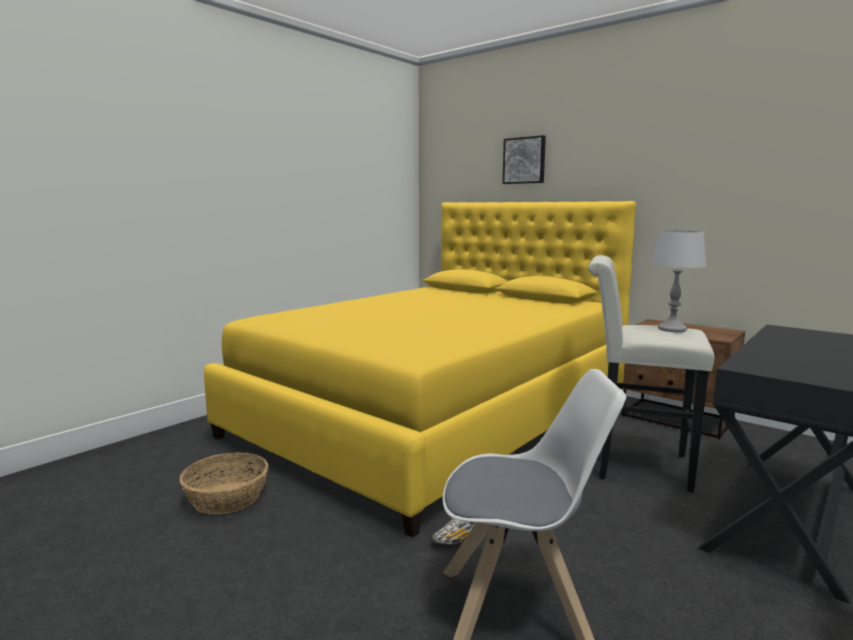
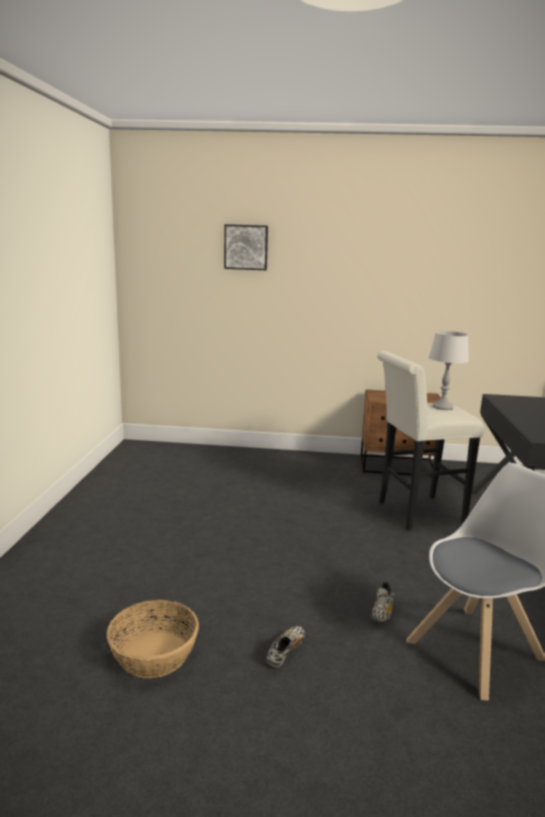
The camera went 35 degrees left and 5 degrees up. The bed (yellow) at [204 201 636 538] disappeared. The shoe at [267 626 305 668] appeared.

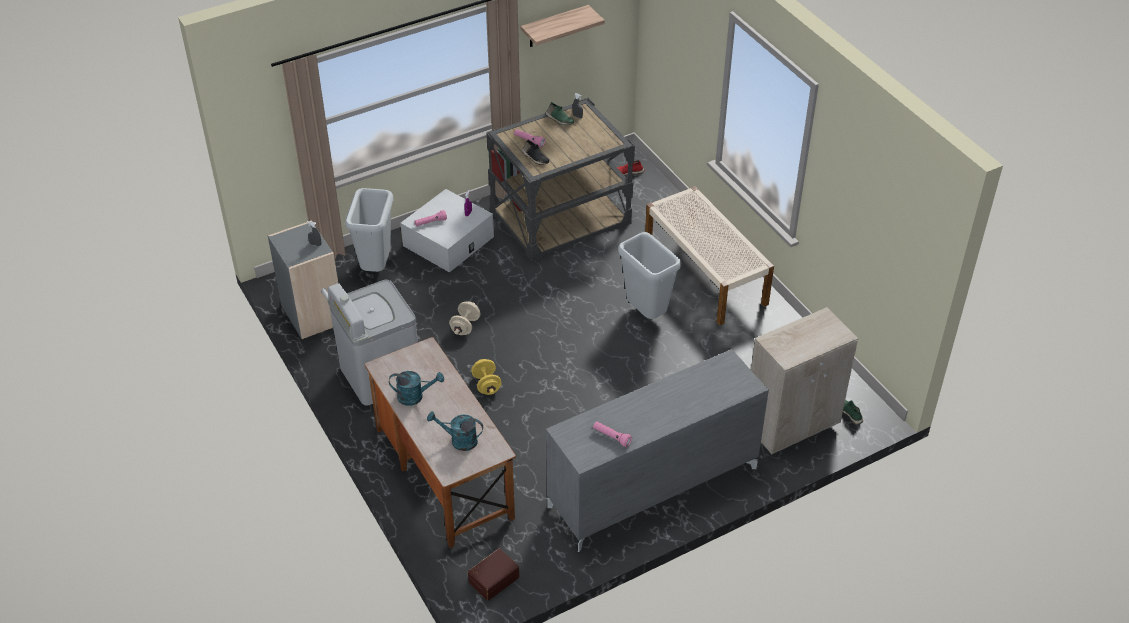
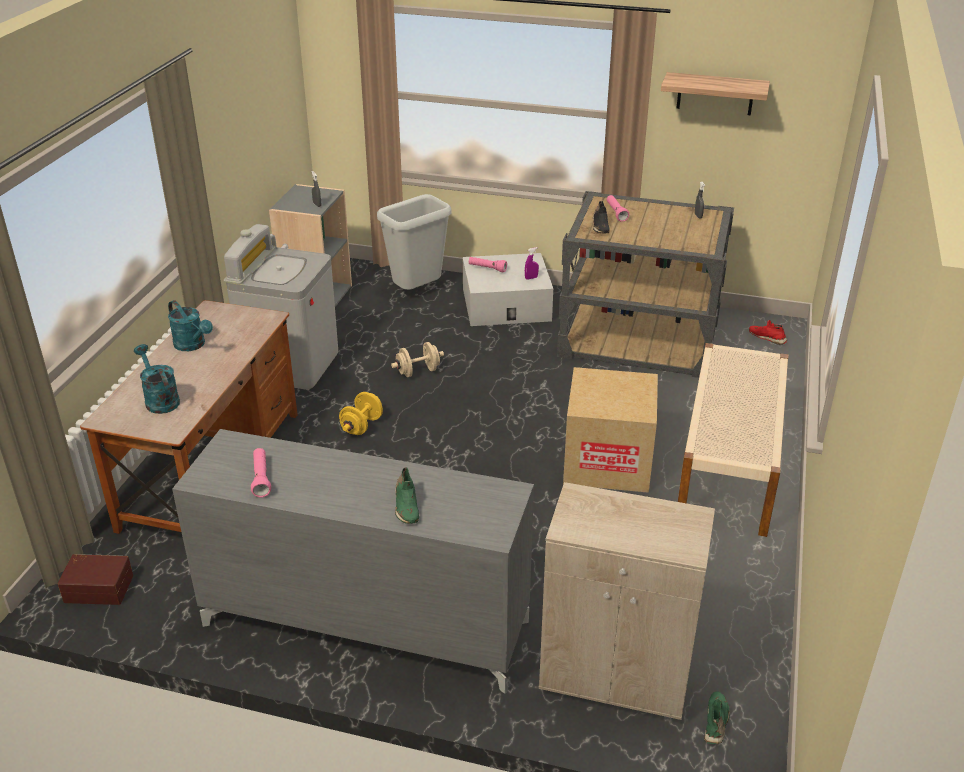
The camera went 45 degrees right and 10 degrees down. The shoe (greenish) moved from [545 102 574 125] to [395 467 419 524]. The waste bin (gray) at [618 232 681 319] was replaced by the packing box at [563 367 658 493].

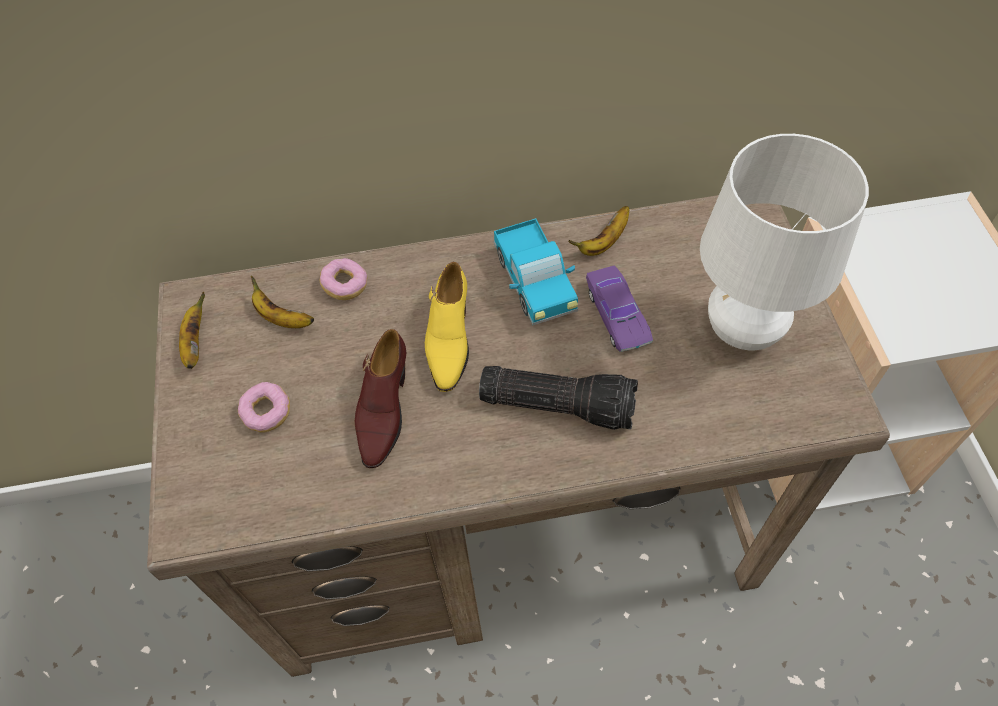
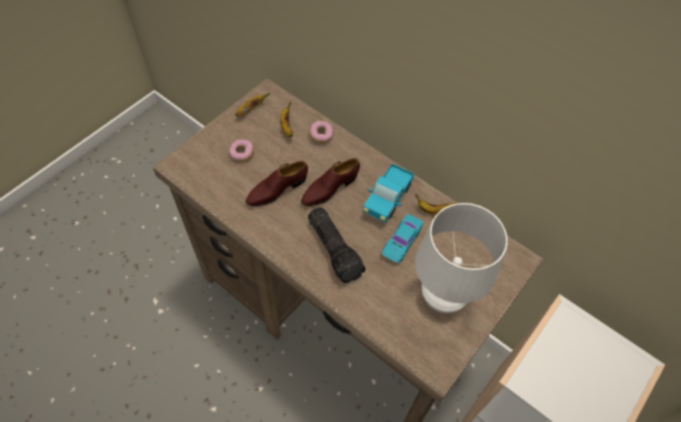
The camera went 45 degrees right and 0 degrees up. The shoe (yellow) at [425 262 469 392] became the shoe (brown-coloured) at [301 158 360 206]. The miniature car (purplish) at [586 266 653 352] became the miniature car (turquoise) at [381 214 423 263].

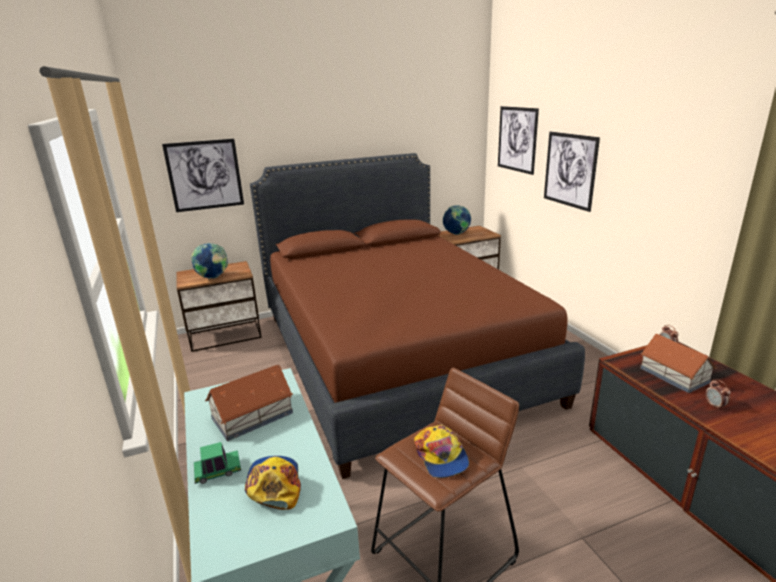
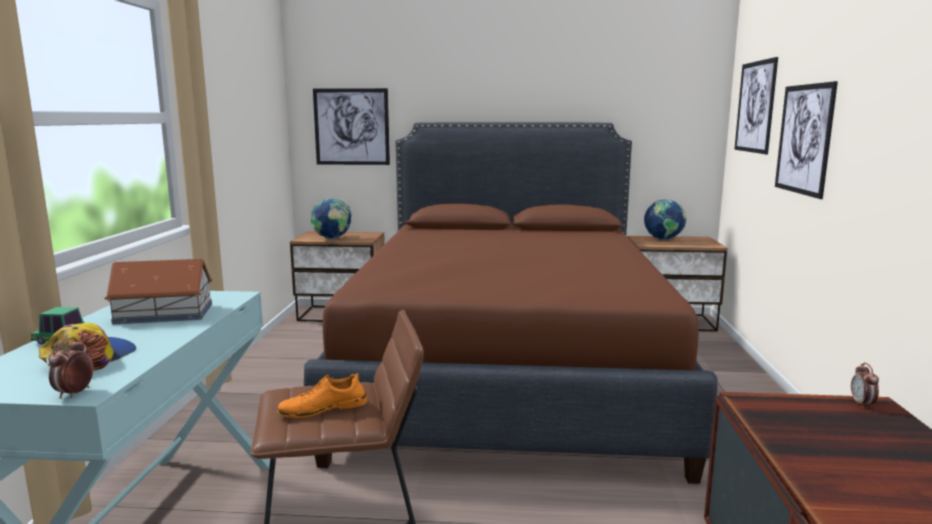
The camera went 25 degrees right and 10 degrees down. The cap at [414 425 469 478] was replaced by the shoe (orangey) at [277 373 367 418]. The miniature house at [640 334 717 393] disappeared. The bedside clock moved from [705 379 731 410] to [48 337 93 399].

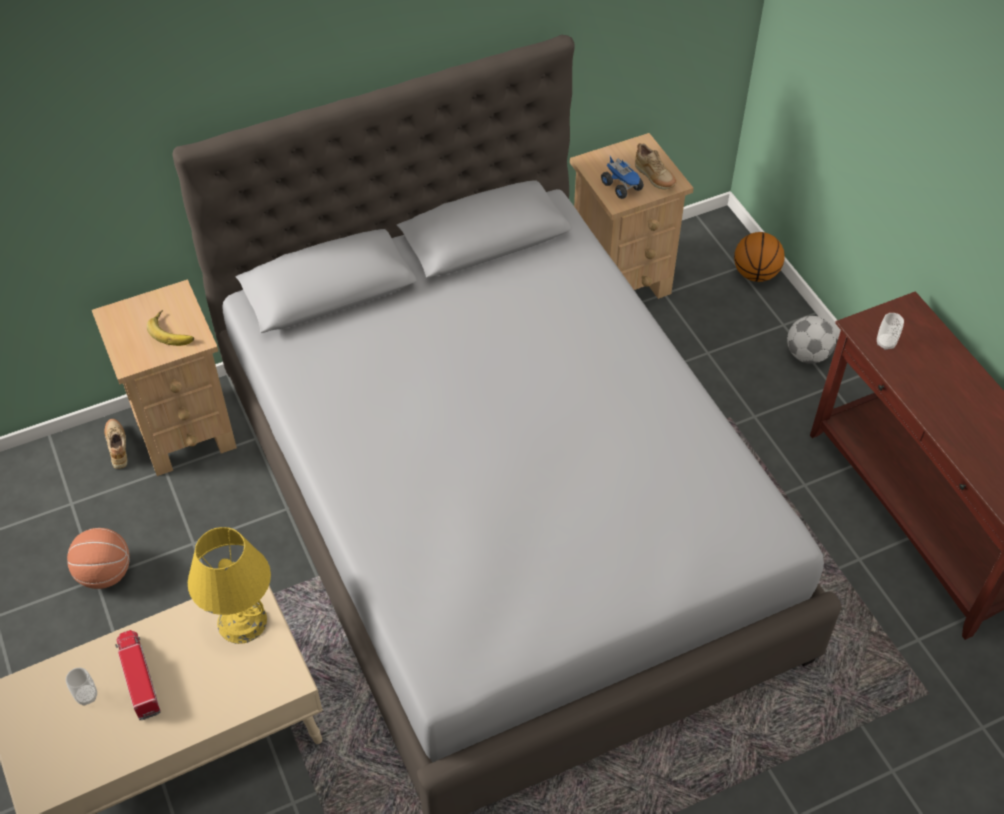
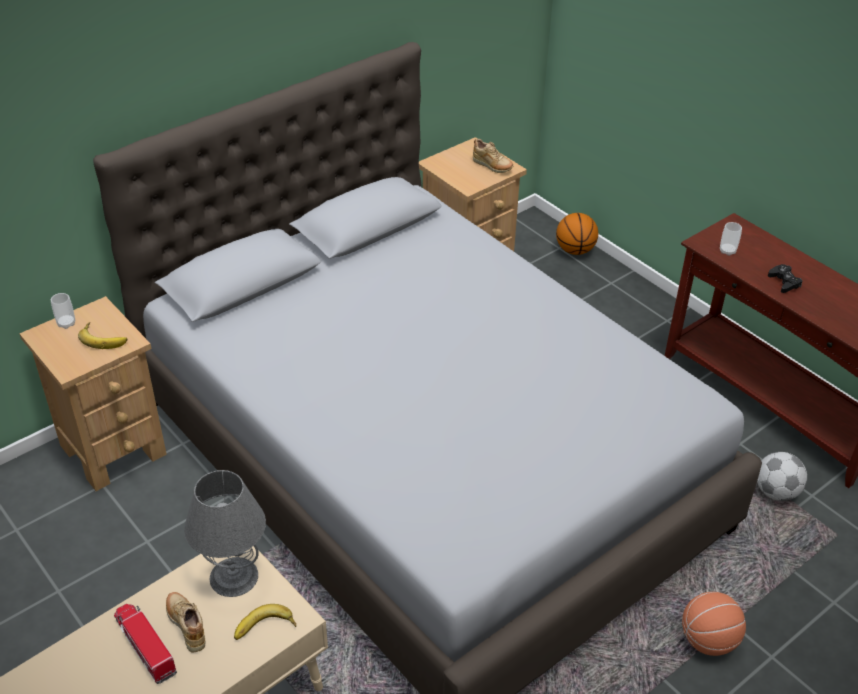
The camera went 15 degrees left and 10 degrees down. The cup moved from [66 668 97 706] to [51 293 75 329]. The ball for basketball moved from [67 528 130 589] to [682 592 746 656]. The shoe (sand-coloured) moved from [104 419 127 469] to [166 592 205 653]. The lamp for a table (yellow) at [188 527 271 644] became the lamp for a table (gray) at [184 470 266 597]. The toy lorry at [601 156 644 199] disappeared. The football ball moved from [787 316 836 364] to [757 452 807 501]. The banana fruit at [234 604 296 640] appeared. The joypad (black-coloured) at [768 264 803 293] appeared.

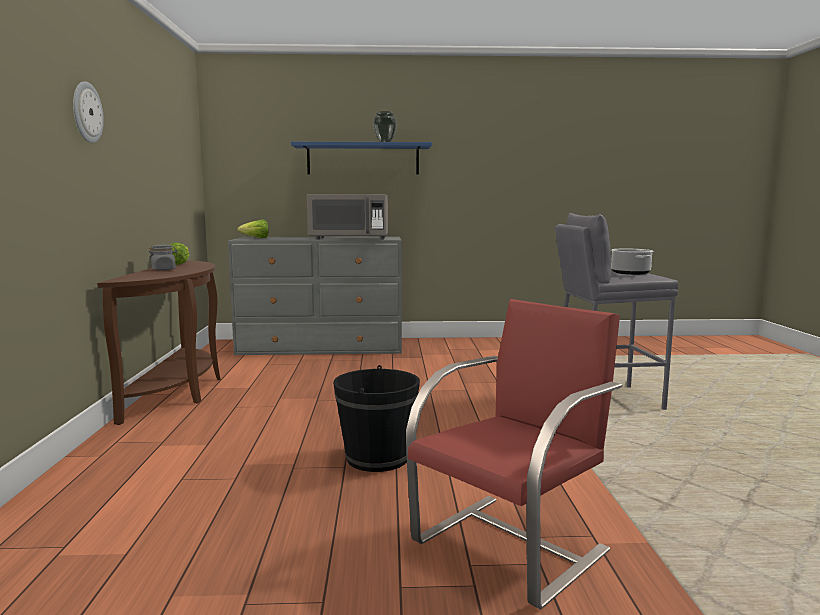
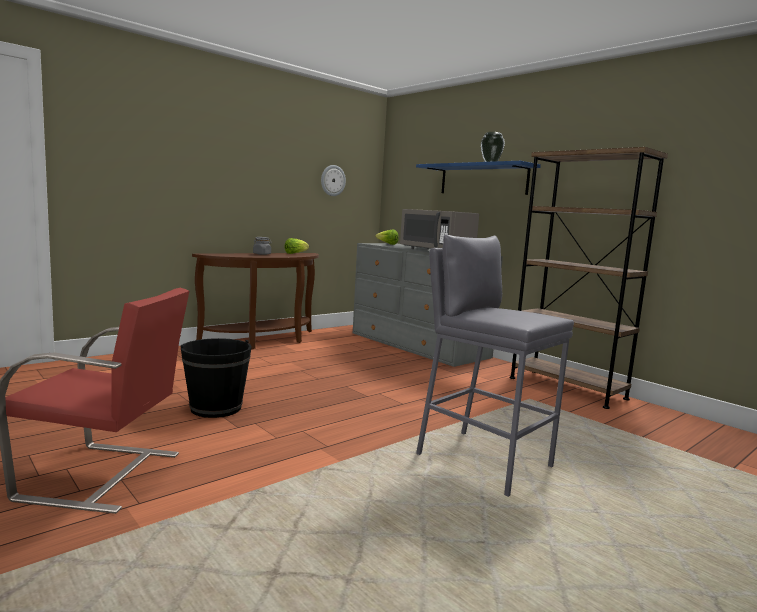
The camera went 50 degrees right and 0 degrees up. The clock on the wall moved from [73 81 104 143] to [321 165 346 196]. The saucepot at [611 249 653 275] disappeared. The bookcase (brown-coloured) at [509 147 668 409] appeared.

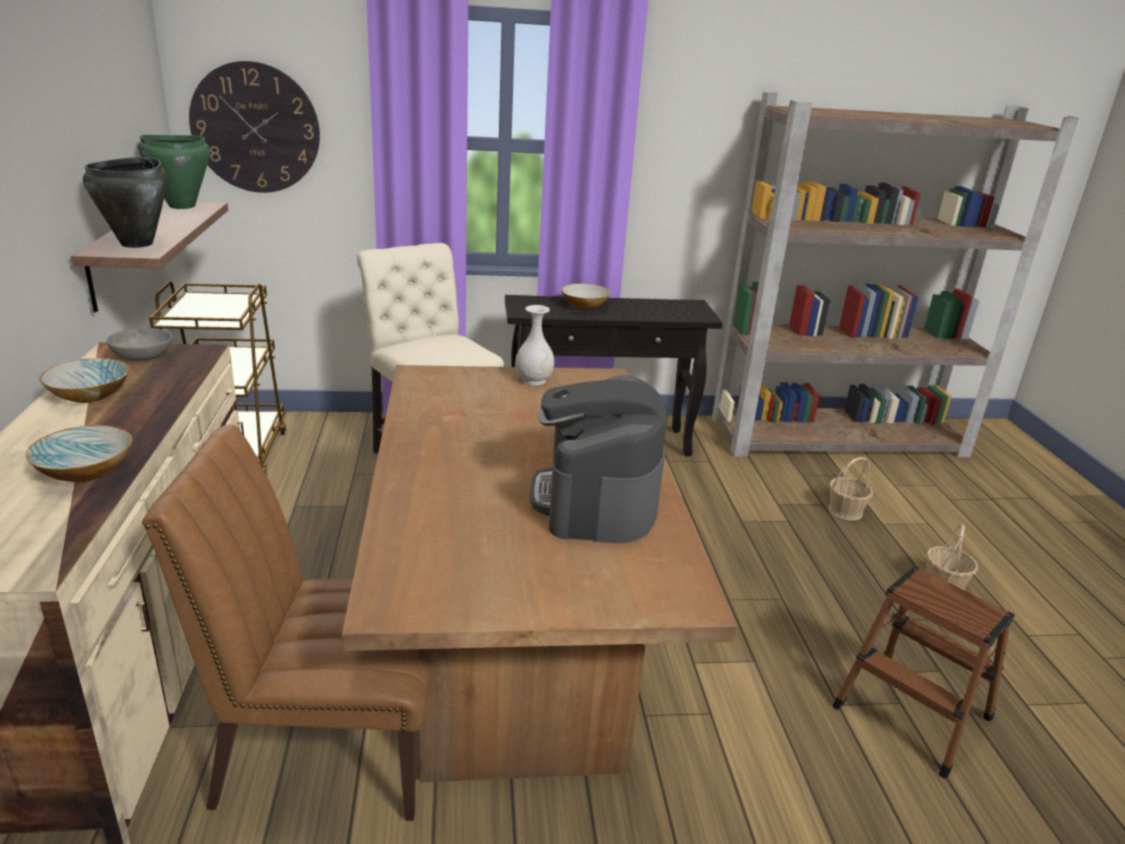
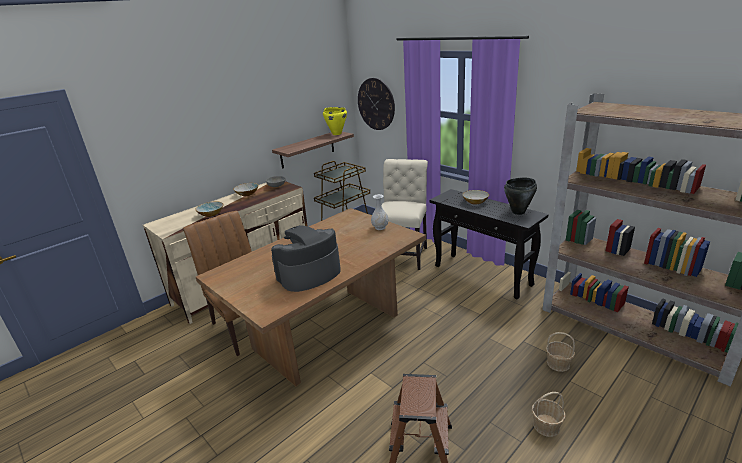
The camera went 55 degrees right and 0 degrees up. The saucepot (black-coloured) moved from [83 157 167 248] to [504 178 537 215]. The saucepot (greenish) at [138 135 210 209] became the saucepot (yellow) at [323 107 347 135].

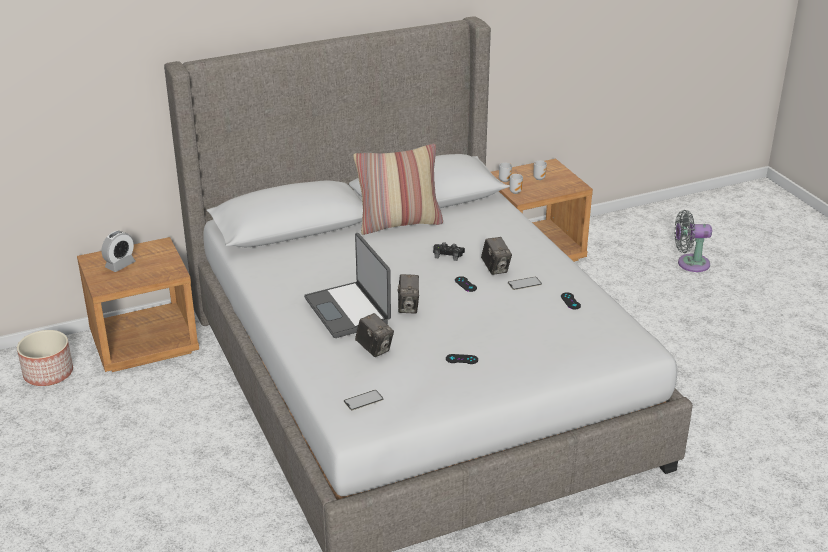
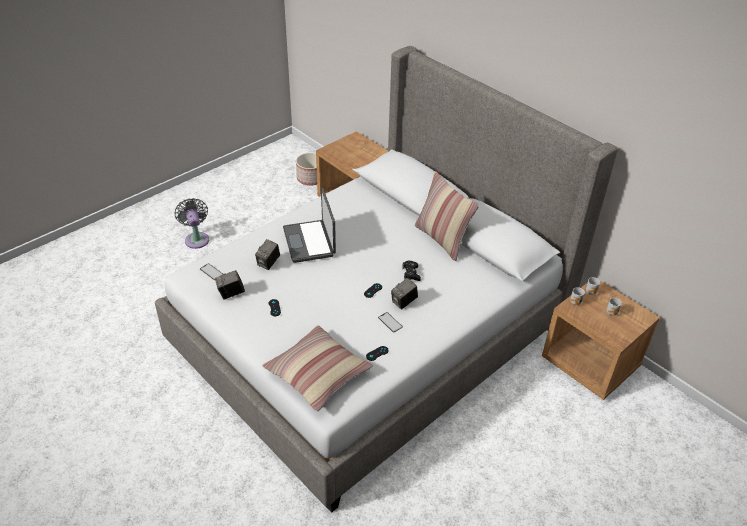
The camera went 70 degrees right and 10 degrees up. The bedside clock at [101 231 136 272] disappeared. The laptop at [304 233 391 338] turned 60 degrees counterclockwise. The photo camera moved from [397 274 419 314] to [215 270 245 300]. The electric fan (gray) moved from [675 210 712 272] to [175 198 209 249]. The pillow at [262 325 373 412] appeared.

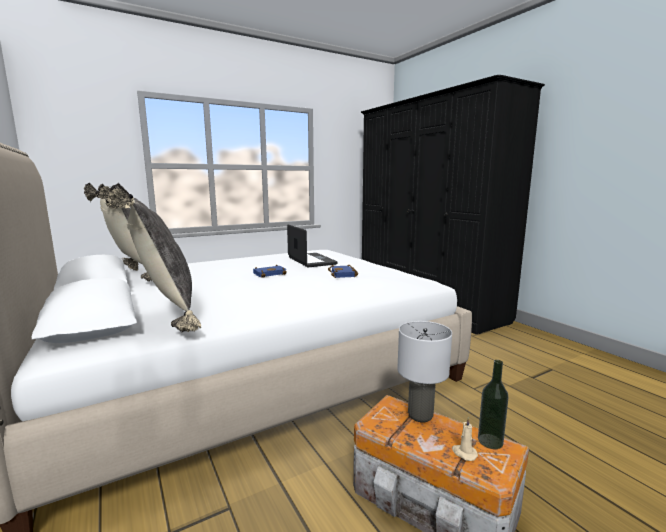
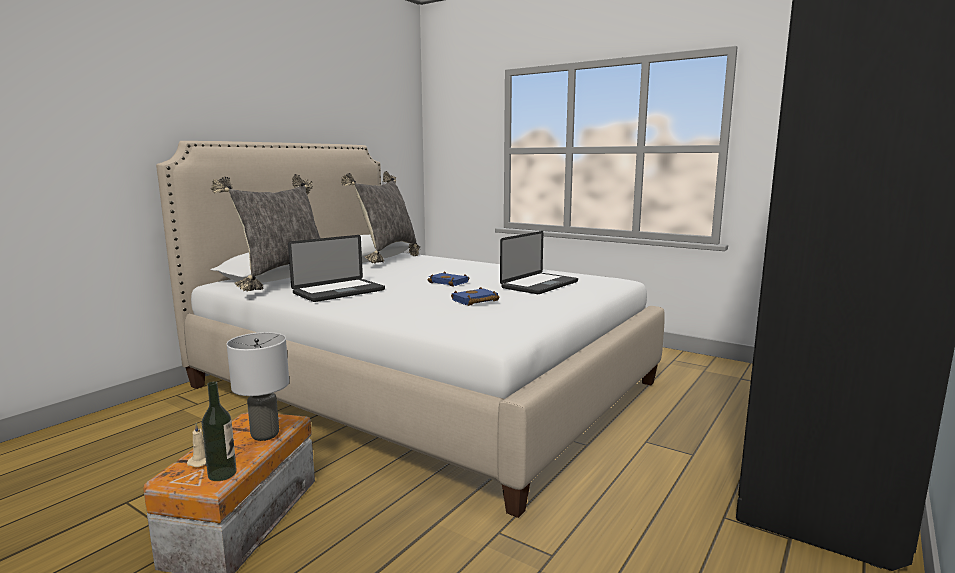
The camera went 65 degrees right and 0 degrees up. The laptop at [288 235 385 302] appeared.

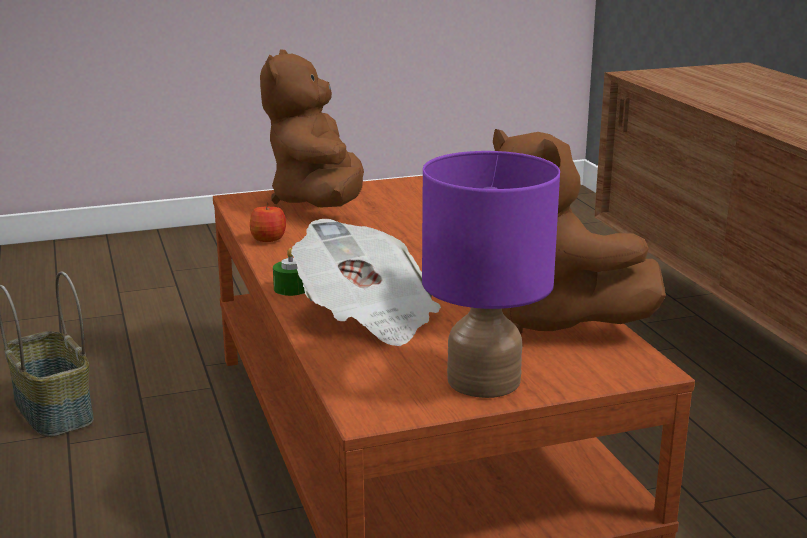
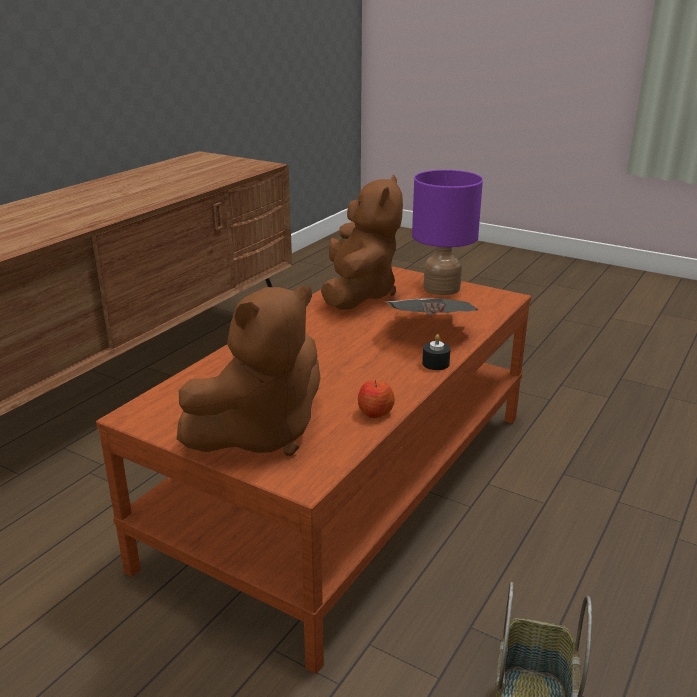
The camera went 130 degrees left and 5 degrees up. The wax light (greenish) at [273 248 305 296] became the wax light (black-coloured) at [422 334 451 370].

